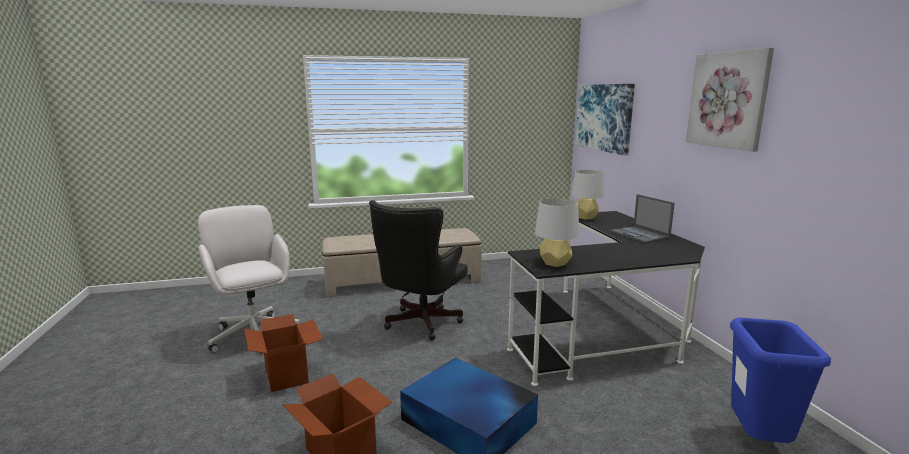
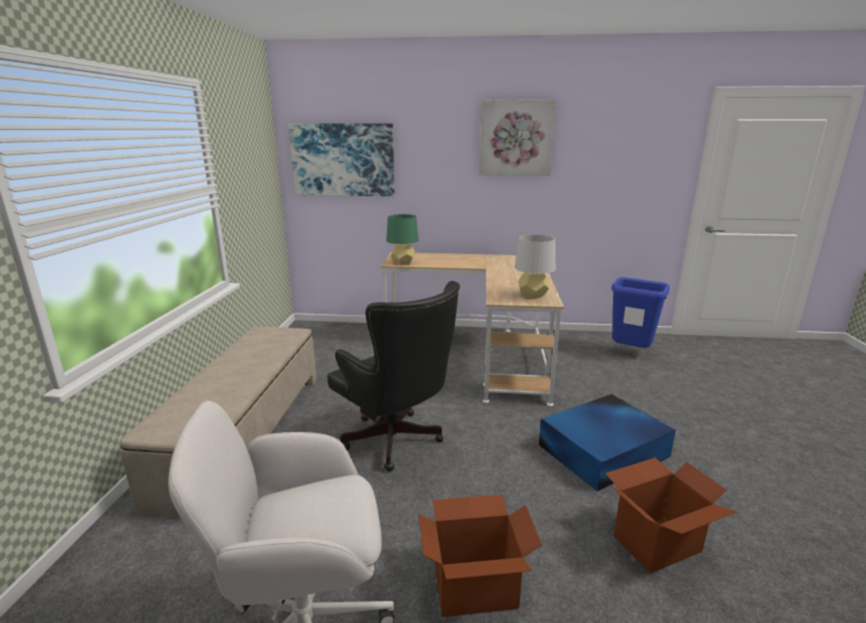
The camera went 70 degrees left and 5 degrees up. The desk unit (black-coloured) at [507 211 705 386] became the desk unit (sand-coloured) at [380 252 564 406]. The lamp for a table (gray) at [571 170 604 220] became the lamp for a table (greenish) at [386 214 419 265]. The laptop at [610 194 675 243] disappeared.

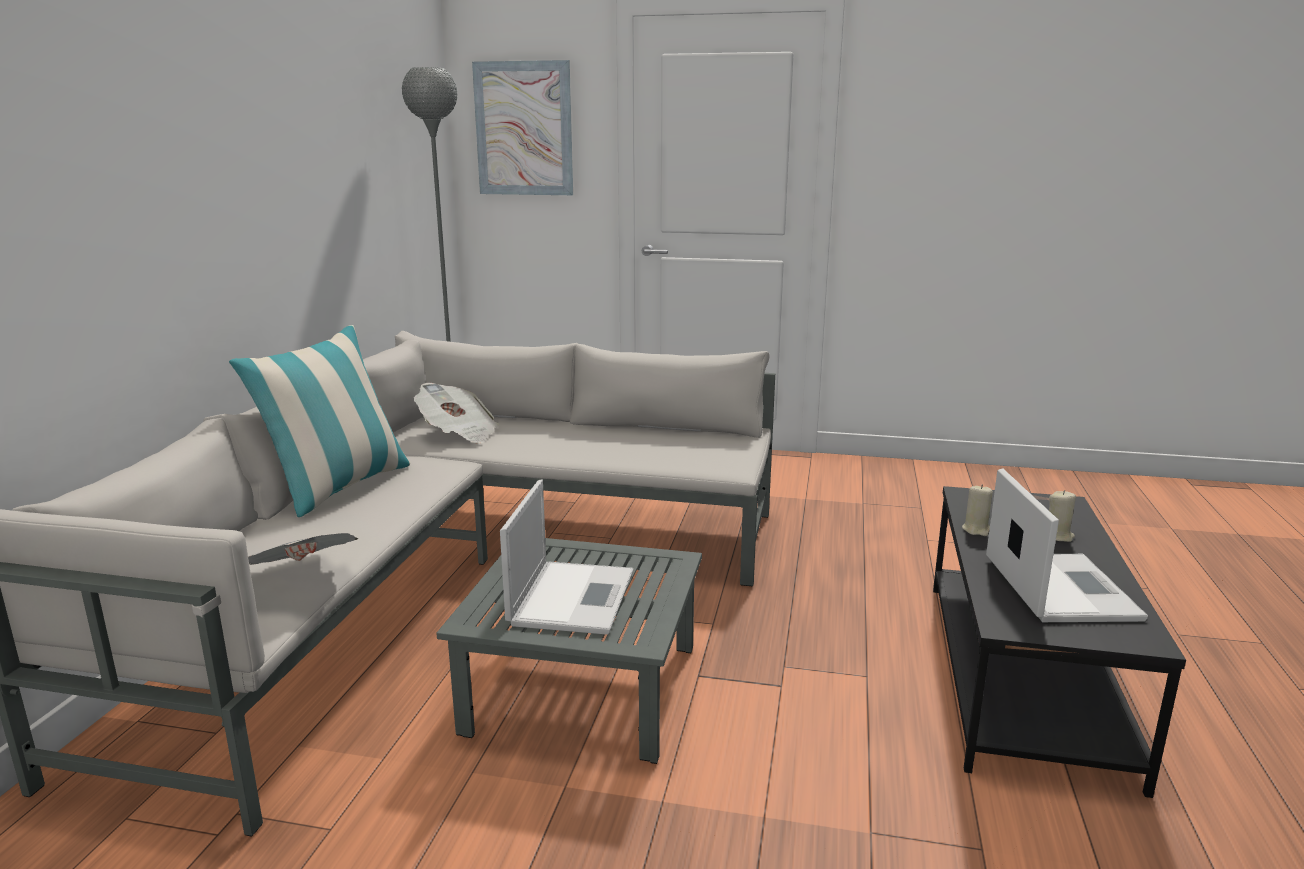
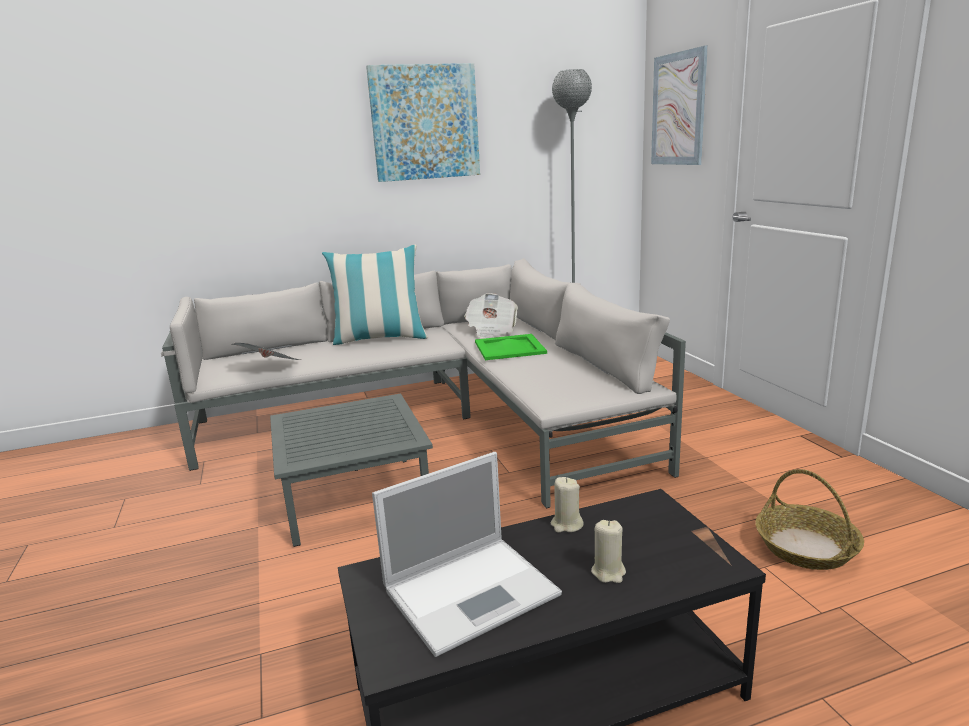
The camera went 60 degrees right and 0 degrees up. The laptop at [500 479 633 635] disappeared. The picture at [366 63 480 182] appeared. The carrying tray (greenish) at [475 334 547 360] appeared. The household basket at [755 469 864 570] appeared.

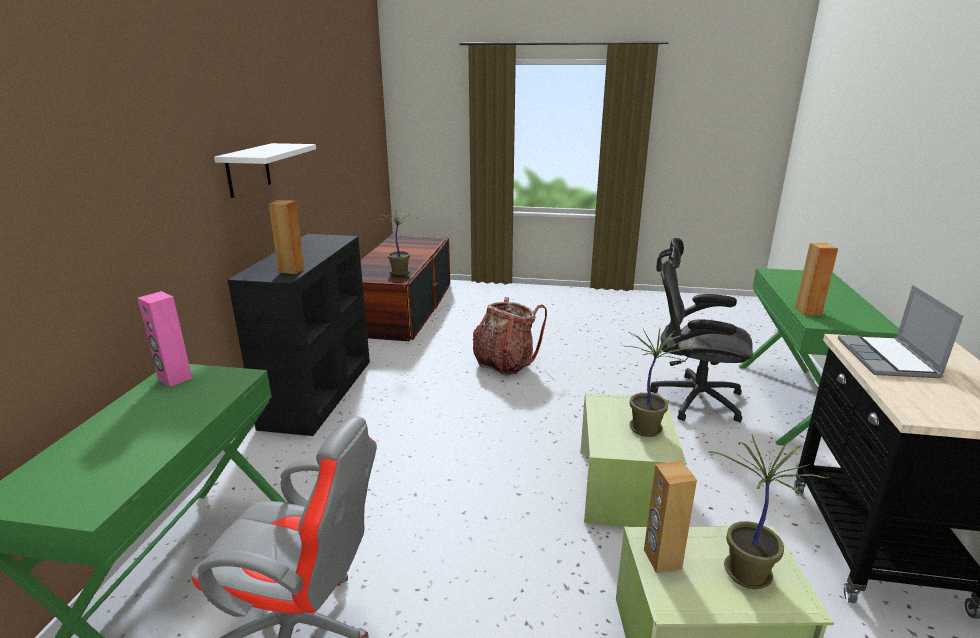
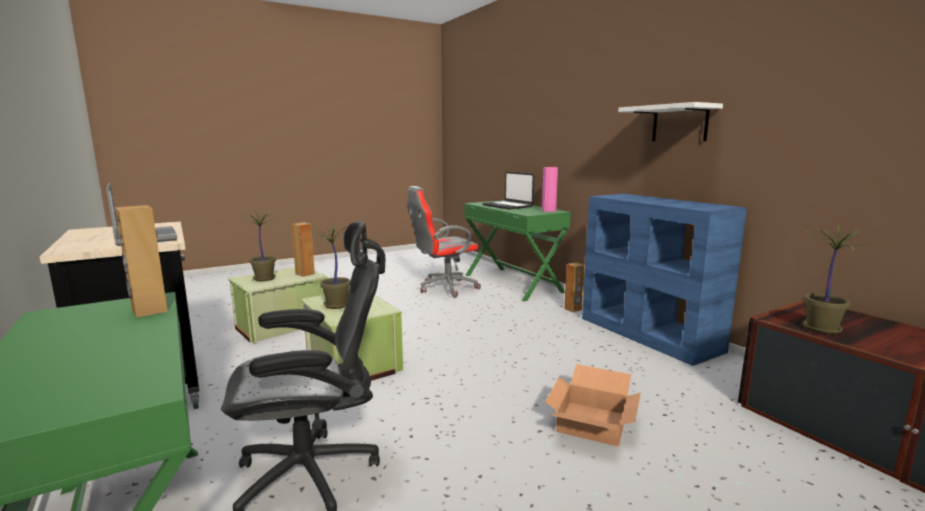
The camera went 140 degrees right and 10 degrees down. The bookcase (black-coloured) at [228 234 370 436] became the bookcase (blue) at [582 194 747 366]. The audio speaker (brown-coloured) moved from [269 200 305 274] to [564 263 585 312]. The backpack at [473 297 547 376] was replaced by the packing box at [546 364 641 446]. The laptop at [483 172 534 210] appeared.

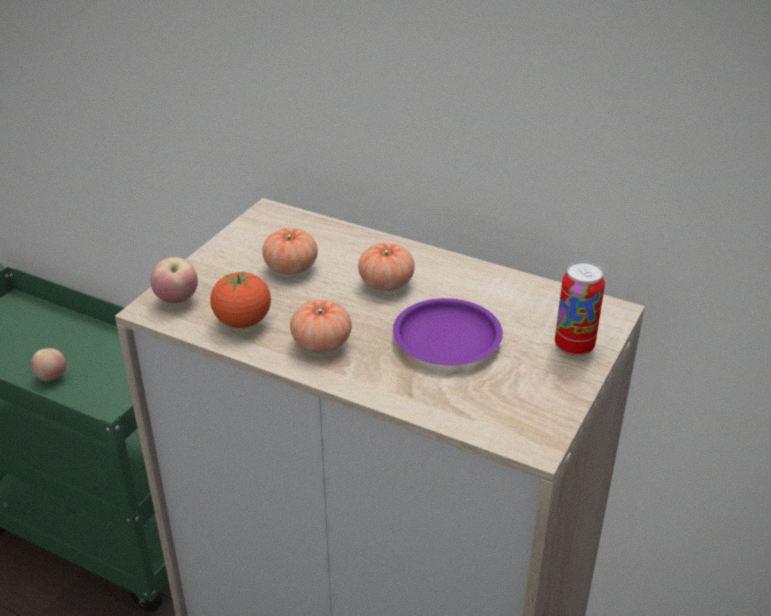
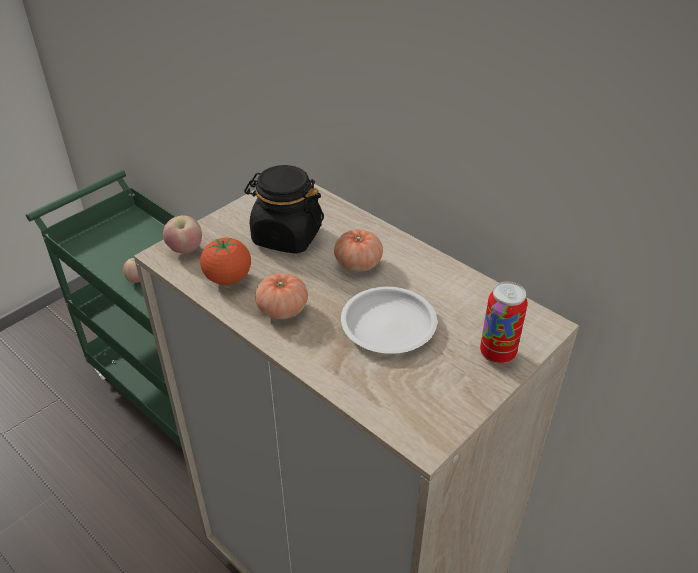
The camera went 15 degrees right and 5 degrees up. The whole tomato at [262 228 318 275] was replaced by the jar (black-coloured) at [244 165 324 254]. The flat dish (purplish) at [393 298 503 366] became the flat dish (whitish) at [341 287 437 354].

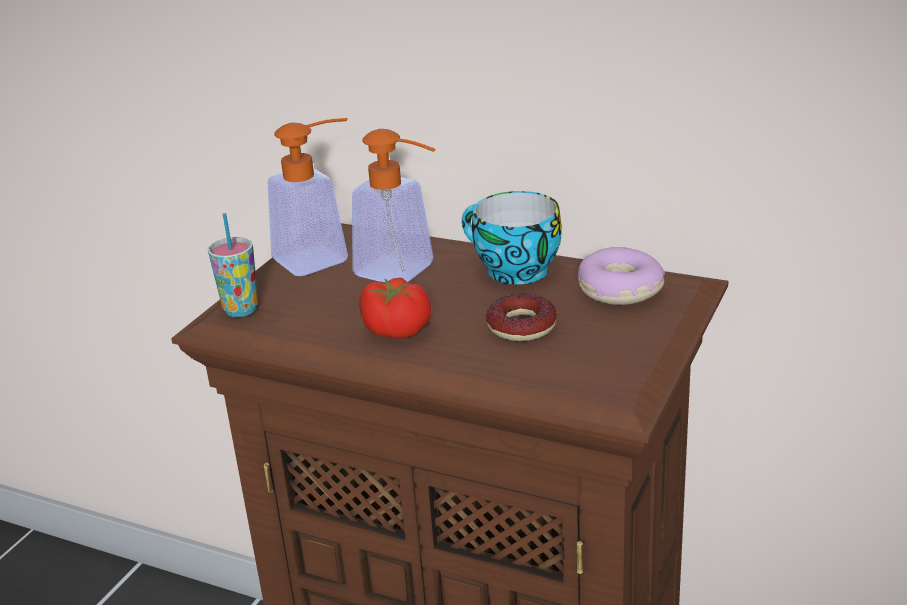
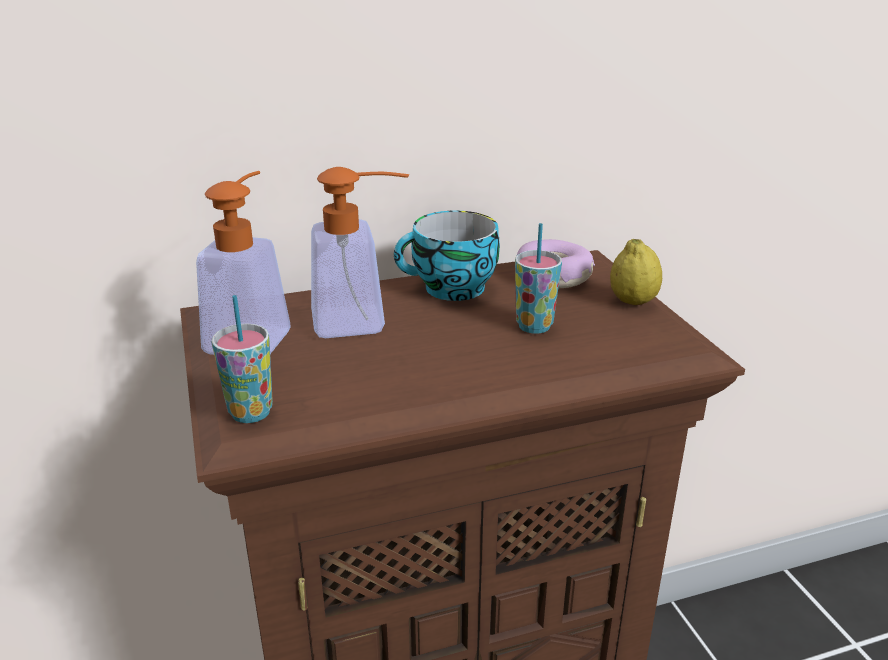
The camera went 45 degrees left and 0 degrees up. The whole tomato at [359 278 431 339] disappeared. The doughnut at [486 293 557 341] was replaced by the cup at [515 223 562 334]. The citrus fruit at [610 239 662 305] appeared.

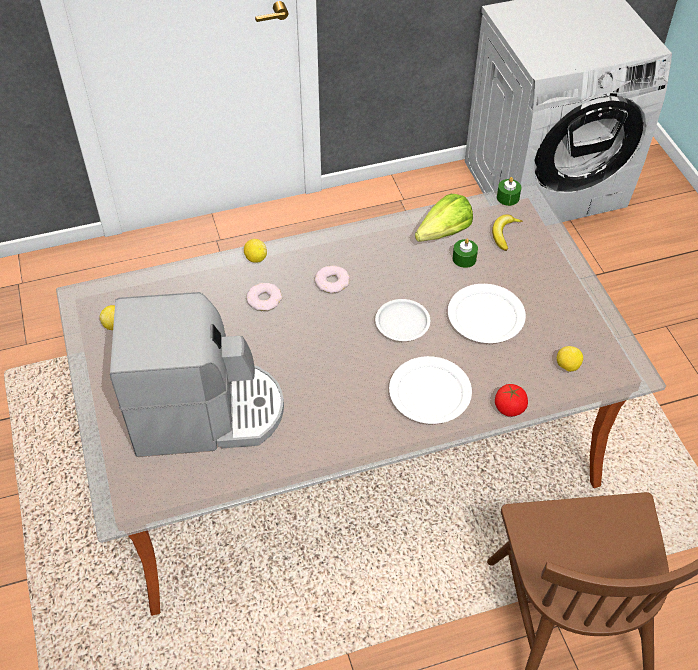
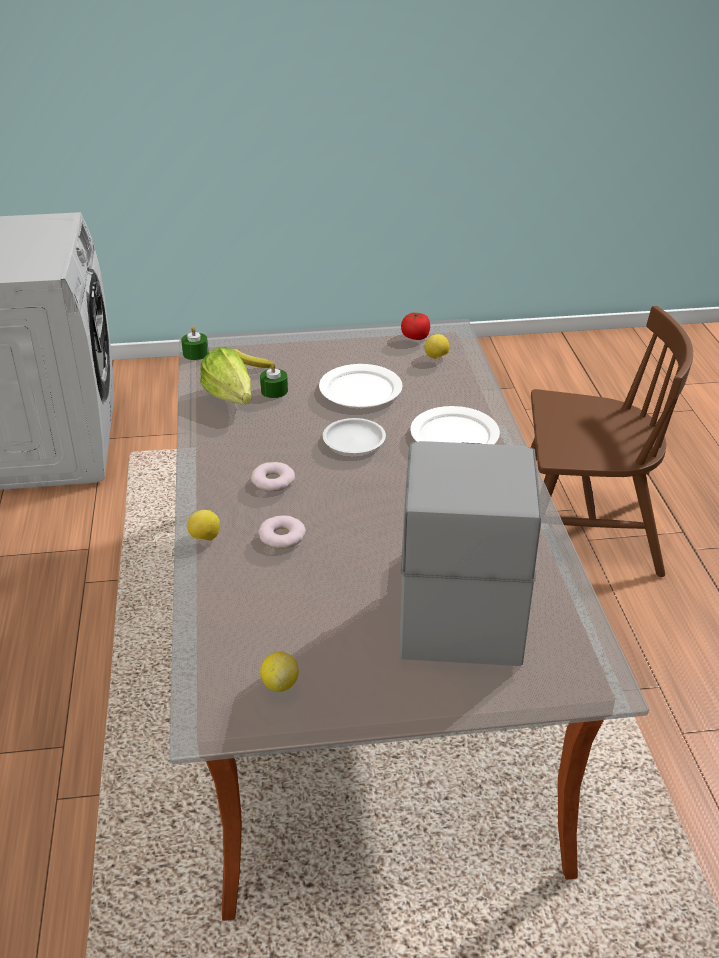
The camera went 80 degrees left and 15 degrees down. The whole tomato moved from [495 384 528 417] to [401 312 430 340].

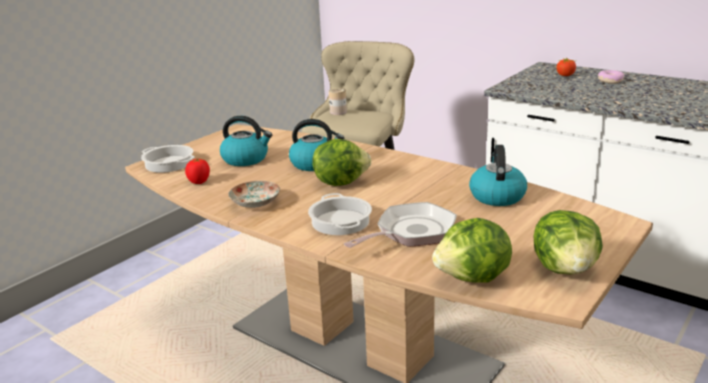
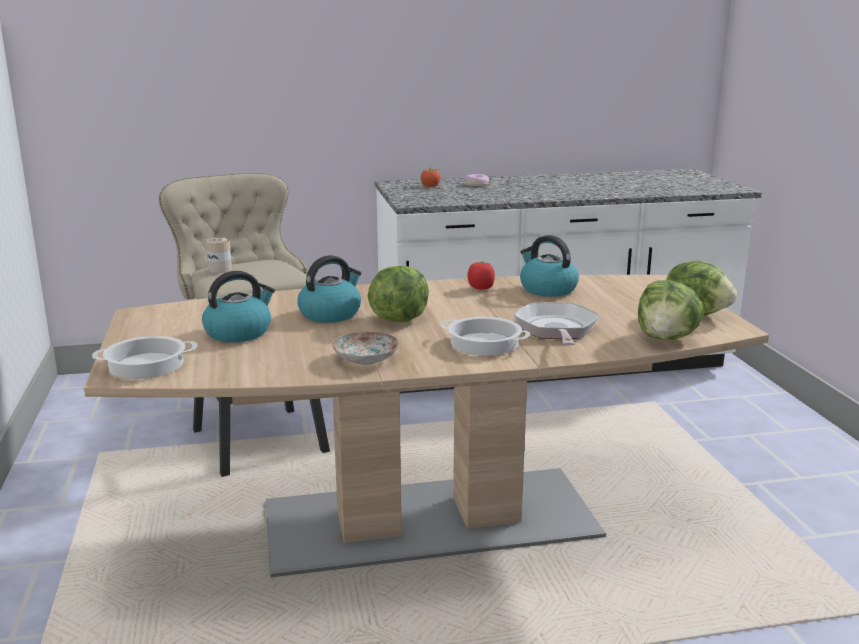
The camera went 50 degrees left and 5 degrees down. The whole tomato moved from [185 159 210 184] to [467 261 495 290].

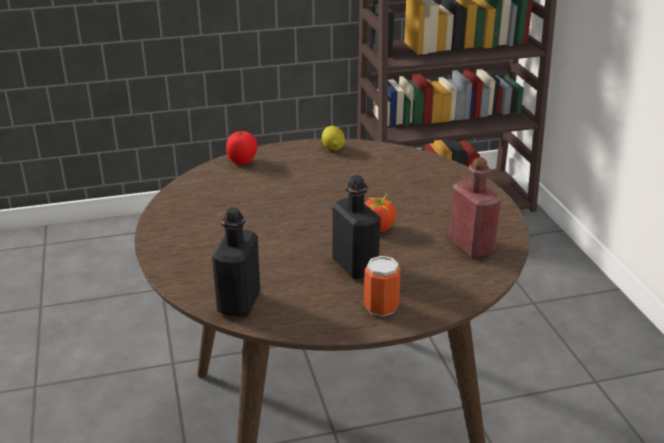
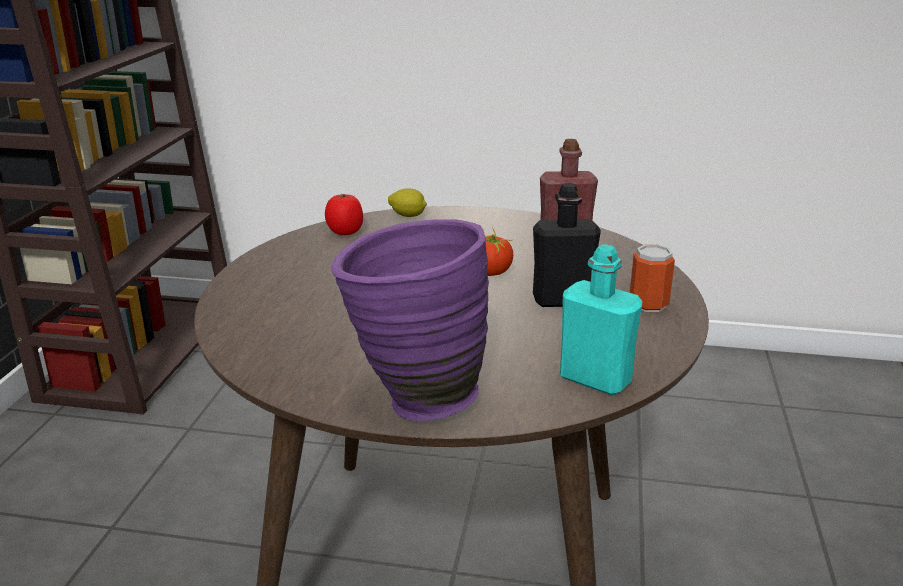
The camera went 65 degrees left and 5 degrees down. The beverage bottle (black-coloured) at [212 207 260 317] became the beverage bottle (turquoise) at [560 245 642 395]. The whole tomato moved from [226 131 257 164] to [325 194 363 235]. The citrus fruit moved from [322 126 345 151] to [388 188 427 217]. The vase (purplish) at [331 219 489 421] appeared.

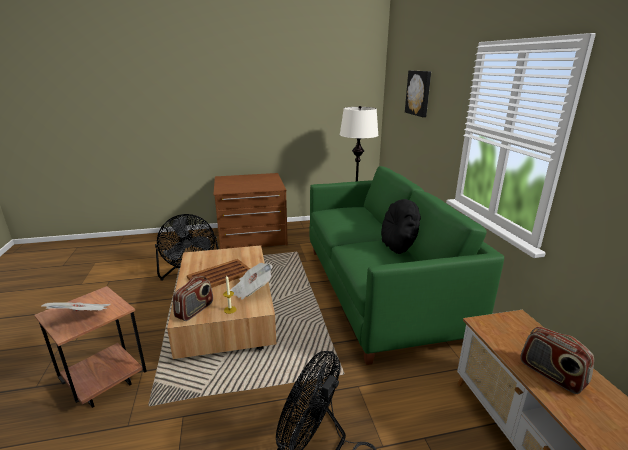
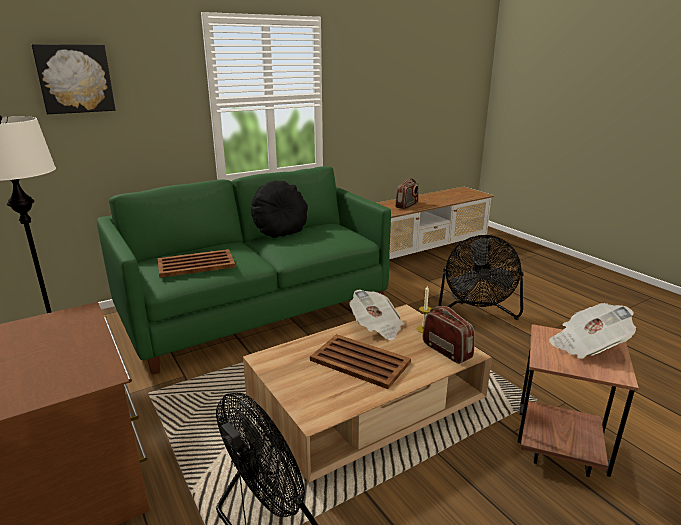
The camera went 110 degrees left and 0 degrees up. The radio set at [173 276 213 321] turned 45 degrees clockwise. The carrying tray (brown-coloured) at [158 249 236 278] appeared.

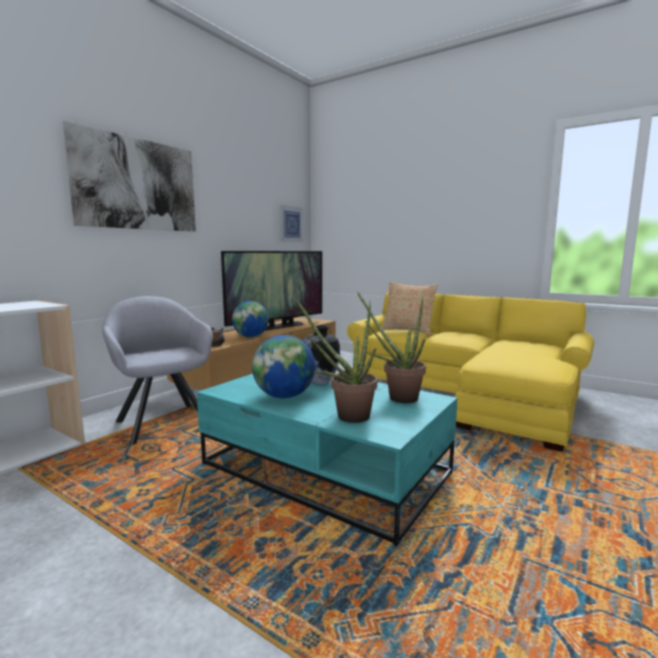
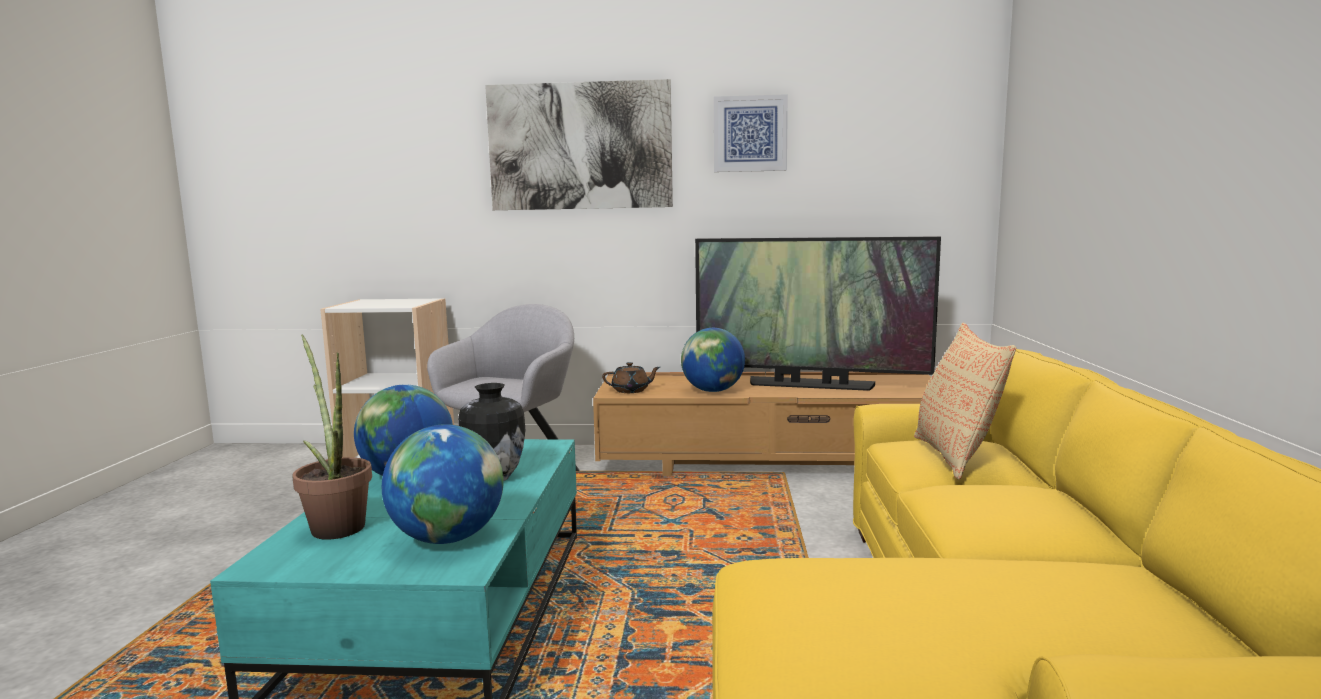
The camera went 60 degrees right and 0 degrees up. The picture moved from [279 205 304 242] to [714 94 788 172]. The plant in a pot at [357 292 426 403] was replaced by the world globe at [382 424 504 544].

